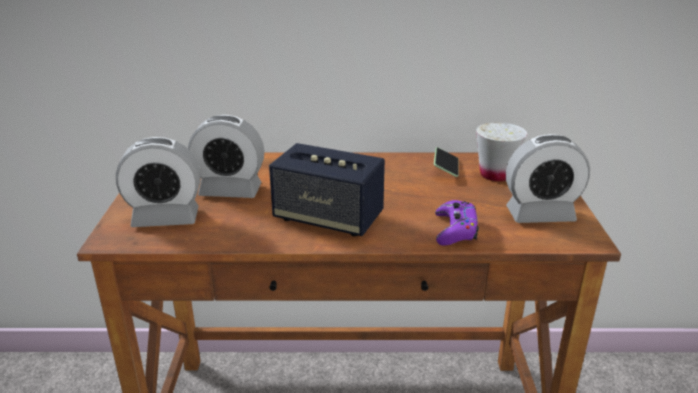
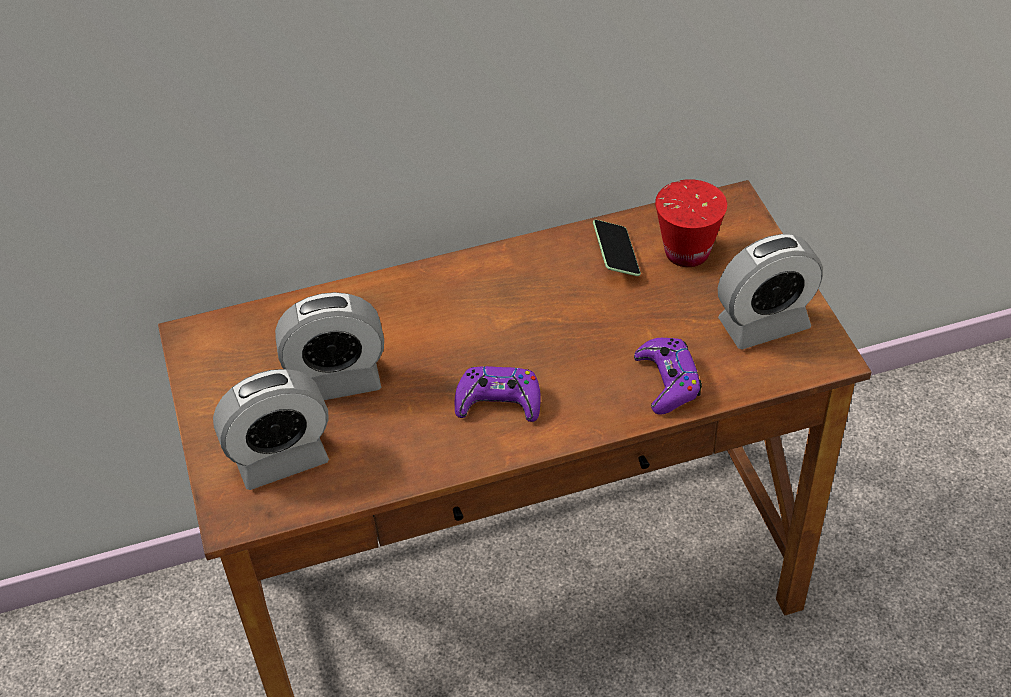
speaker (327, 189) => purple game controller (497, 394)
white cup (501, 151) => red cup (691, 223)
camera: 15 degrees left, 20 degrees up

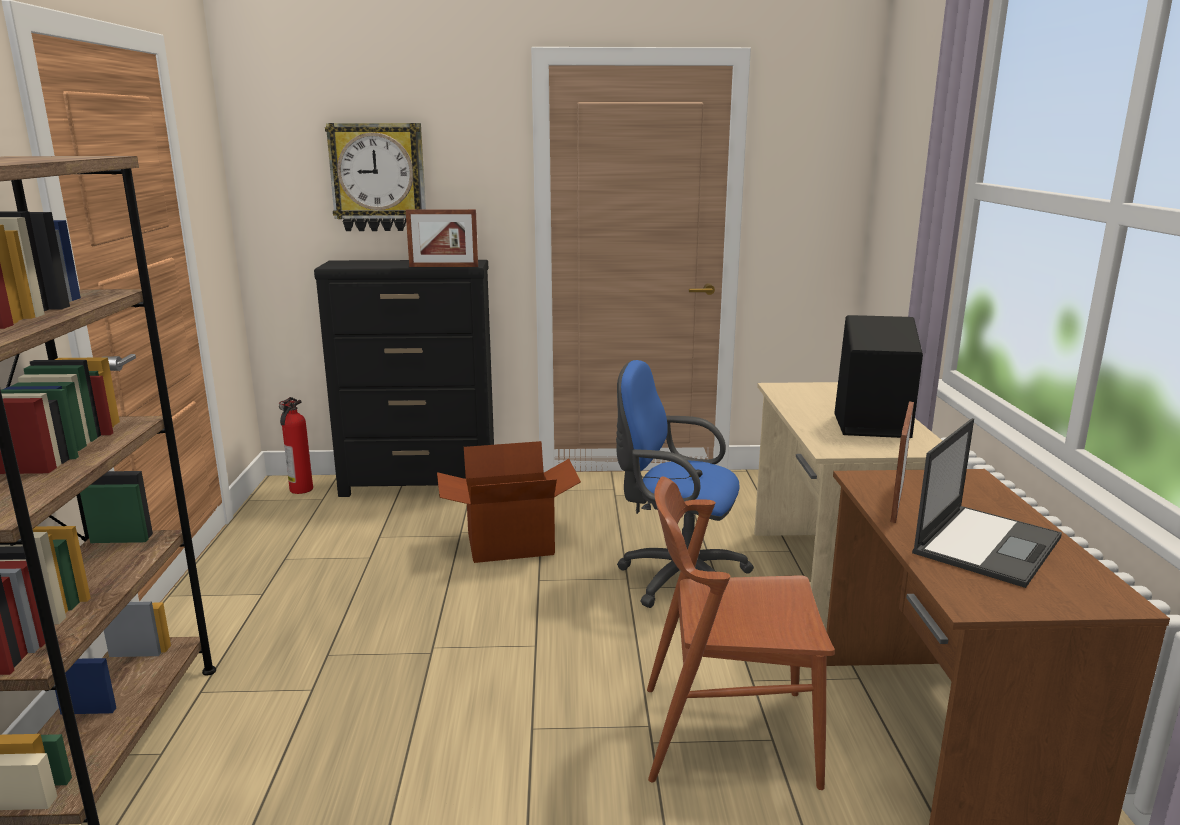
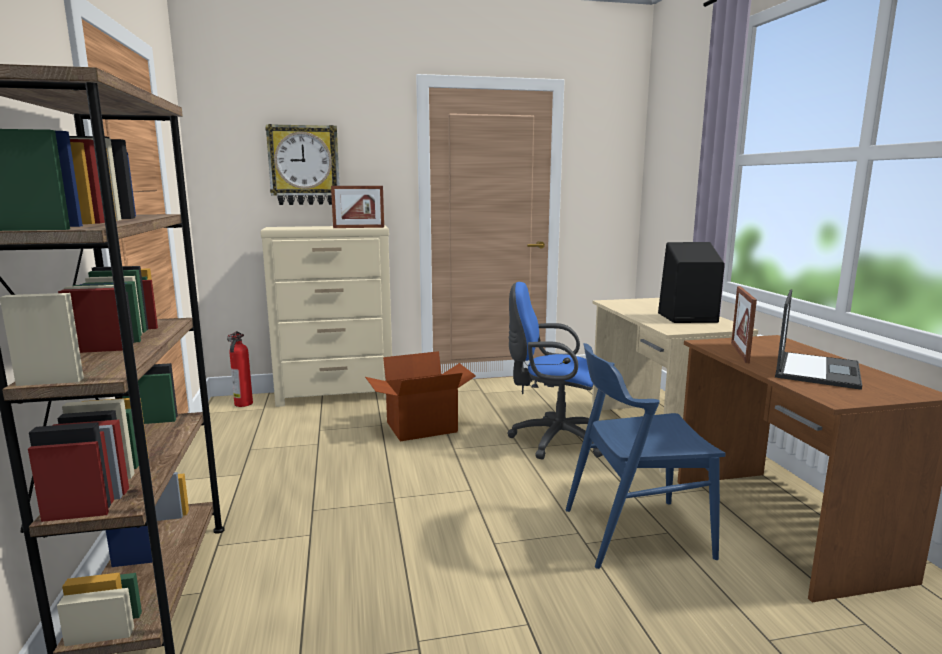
black dresser (404, 378) => beige dresser (326, 316)
brown chair (741, 633) => blue chair (646, 456)
camera: 10 degrees left, 5 degrees down

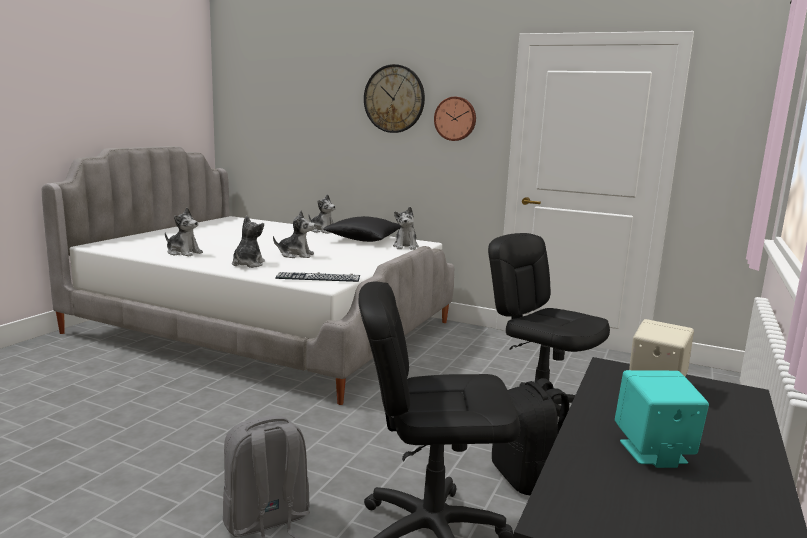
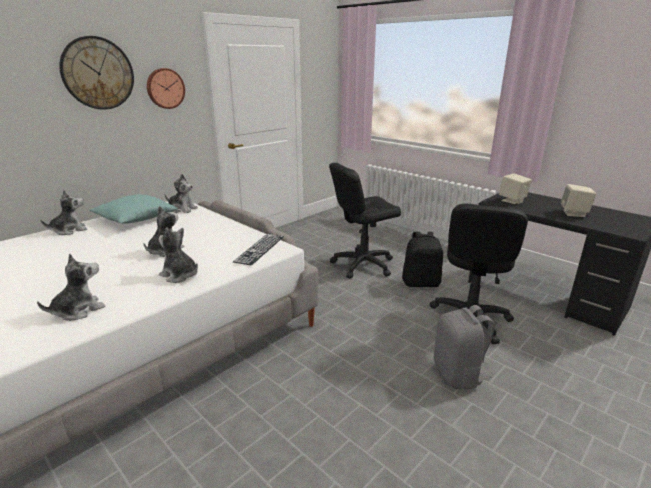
black pillow (362, 229) => turquoise pillow (133, 209)
turquoise speaker (662, 419) => beige speaker (578, 200)
camera: 70 degrees left, 10 degrees up

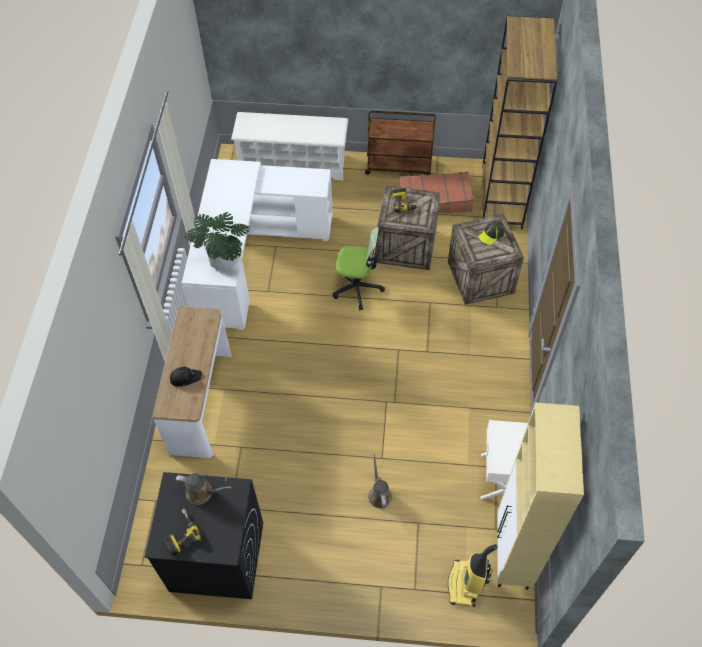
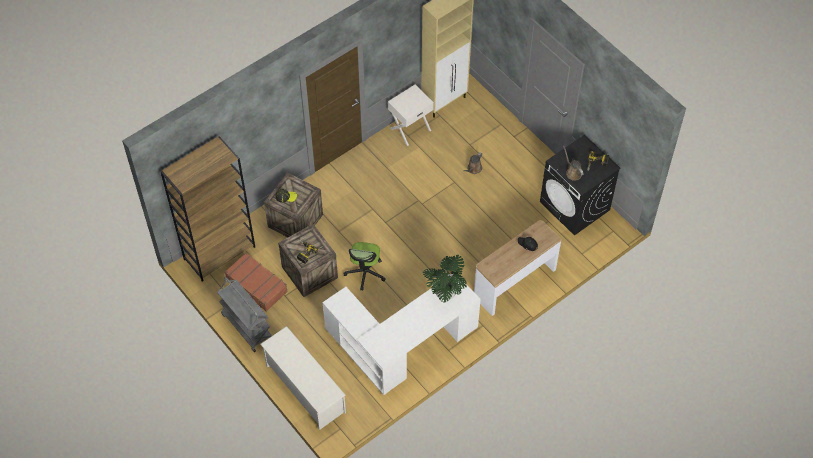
office chair (359, 268) => office chair (364, 266), 135 degrees counterclockwise
brown cart (400, 143) => grey cart (244, 314)
vacuum cleaner (473, 575) => nothing
camera: 135 degrees left, 0 degrees up

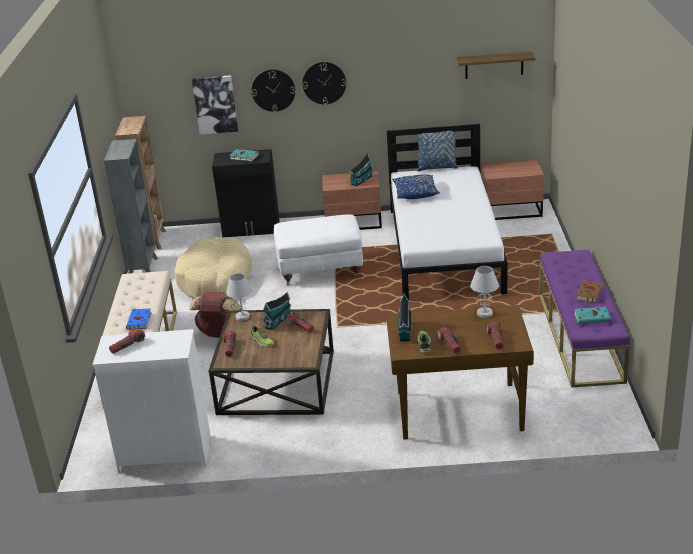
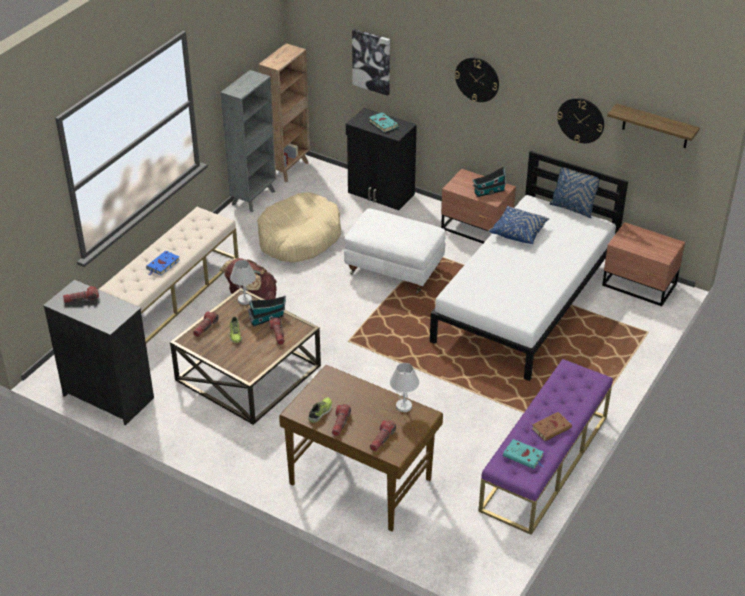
white dresser (151, 401) => black dresser (98, 353)
wall clock (273, 91) => wall clock (580, 120), relocated
toy house (405, 317) => nothing
camera: 30 degrees right, 10 degrees up

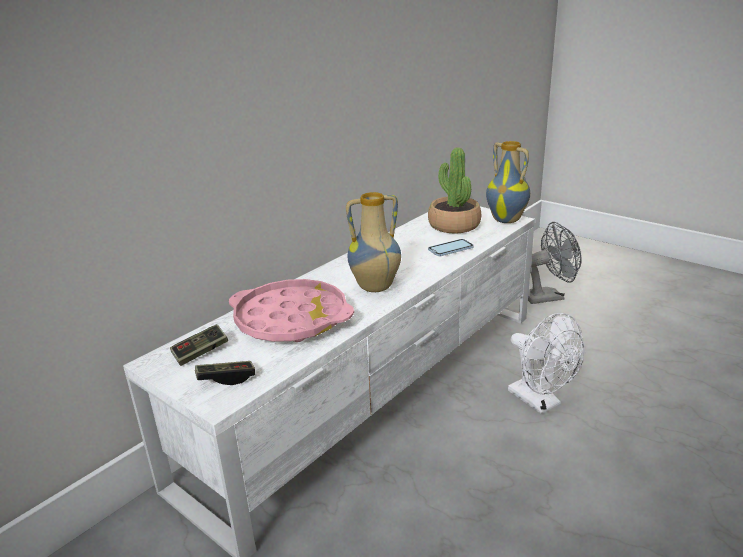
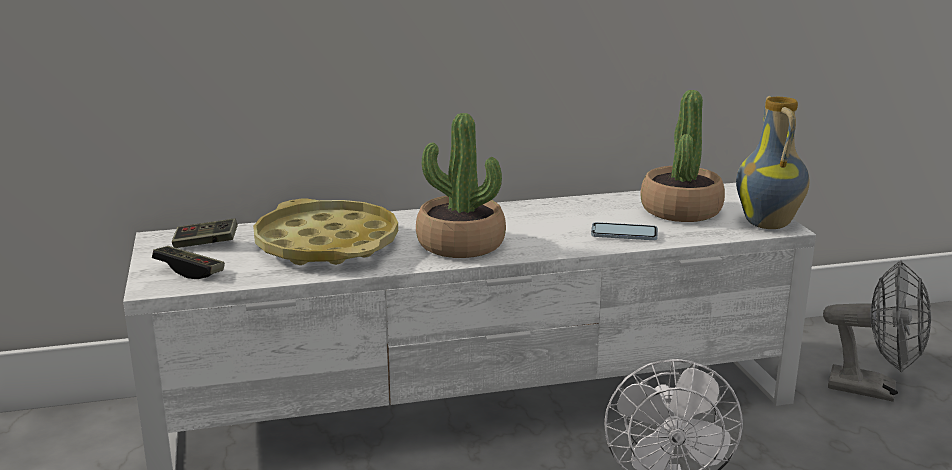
pink tray (291, 310) => yellow tray (325, 232)
vase (373, 242) => potted plant (461, 185)
camera: 35 degrees right, 5 degrees down

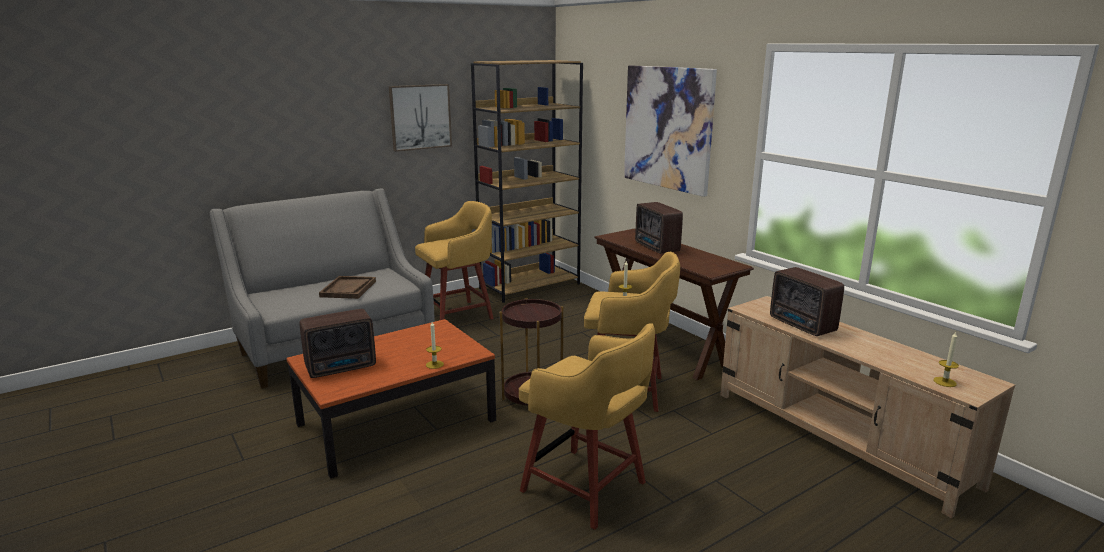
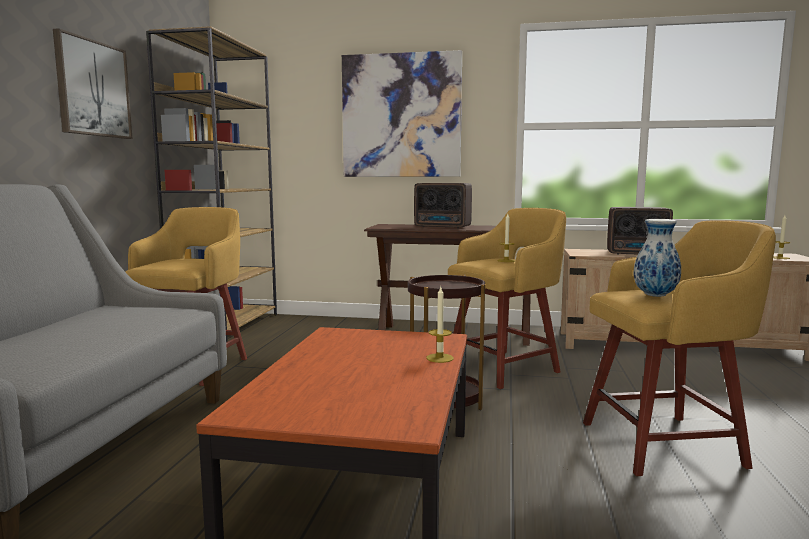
radio (337, 343) => nothing
brown tray (347, 287) => nothing
nothing => vase (657, 258)
camera: 45 degrees left, 10 degrees down

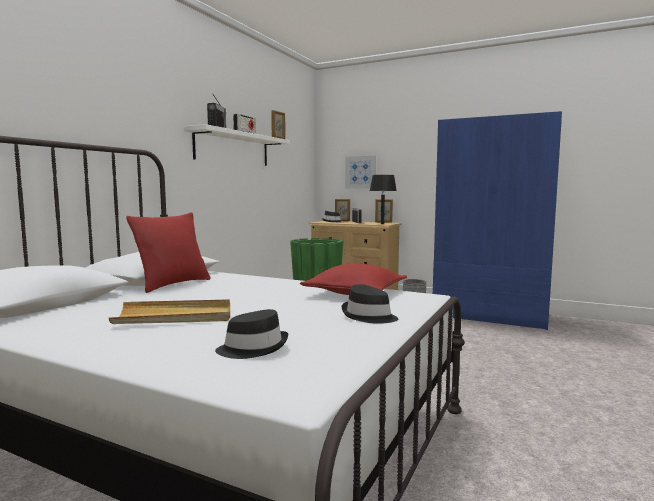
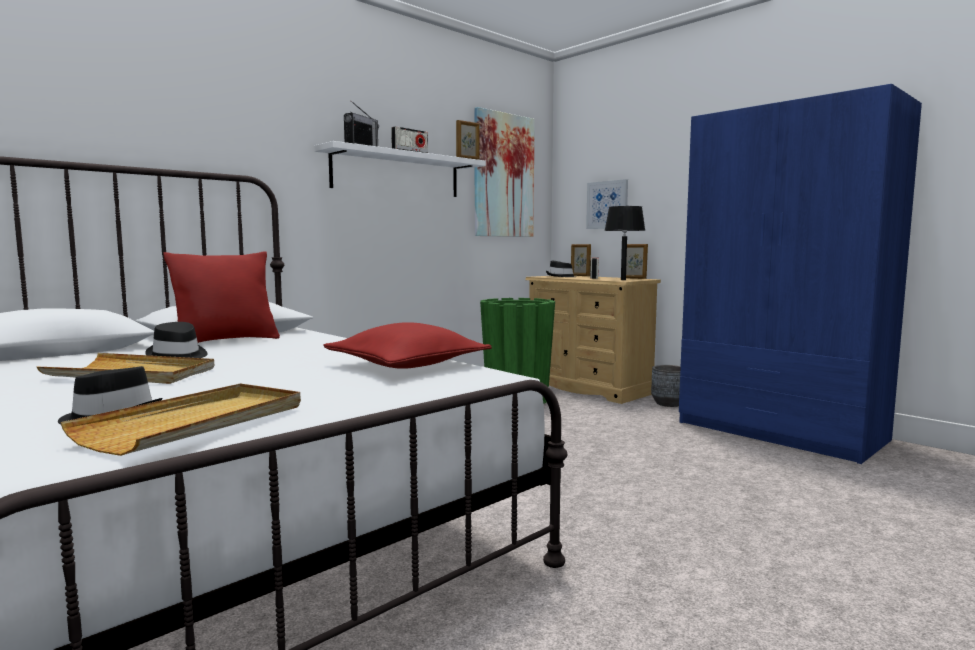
black hat (370, 304) => black hat (176, 340), relocated
nothing => beige tray (180, 420)
nothing => picture (504, 172)
camera: 20 degrees right, 0 degrees up

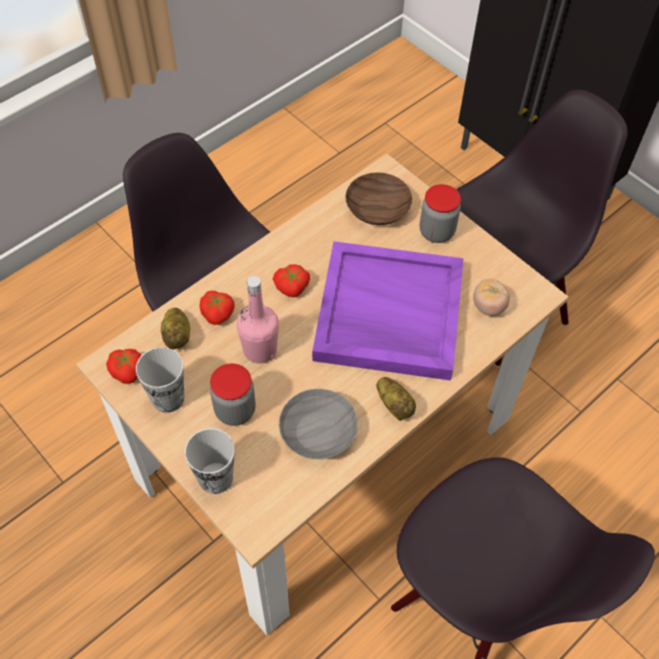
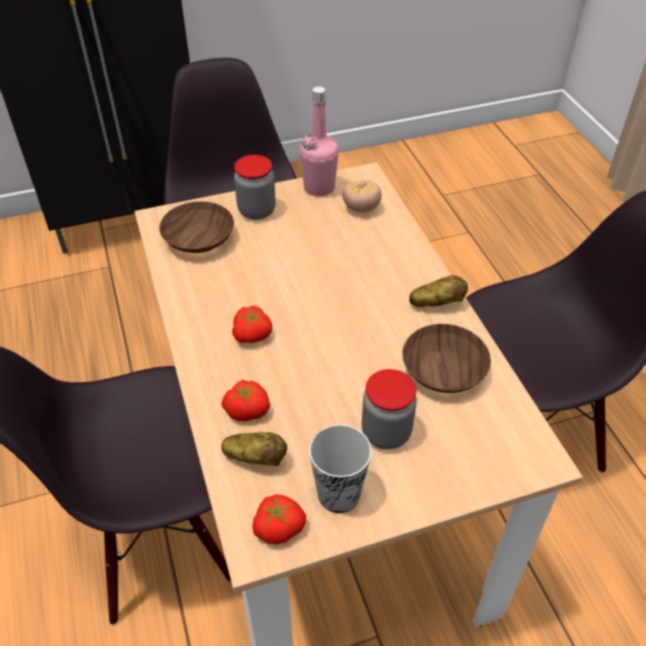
cup (210, 461) => nothing
pink bottle (257, 320) => pink bottle (319, 141), relocated
grey bowl (318, 424) => brown bowl (446, 358)
purple tray (388, 311) => nothing
camera: 65 degrees left, 10 degrees down

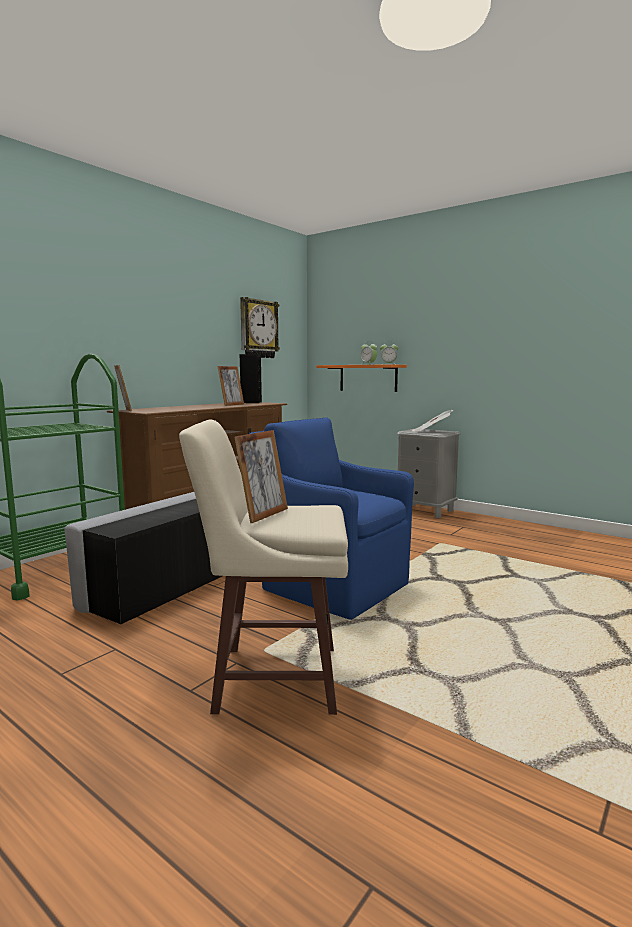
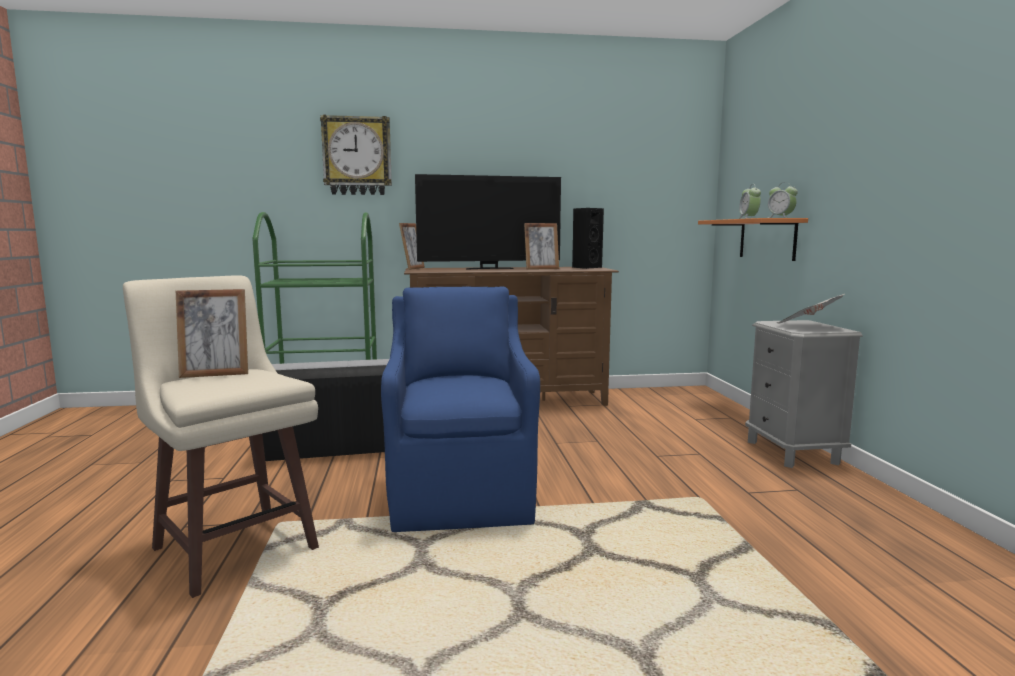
wall clock (260, 327) => wall clock (356, 155), relocated
nothing => television (488, 222)
camera: 45 degrees right, 0 degrees up

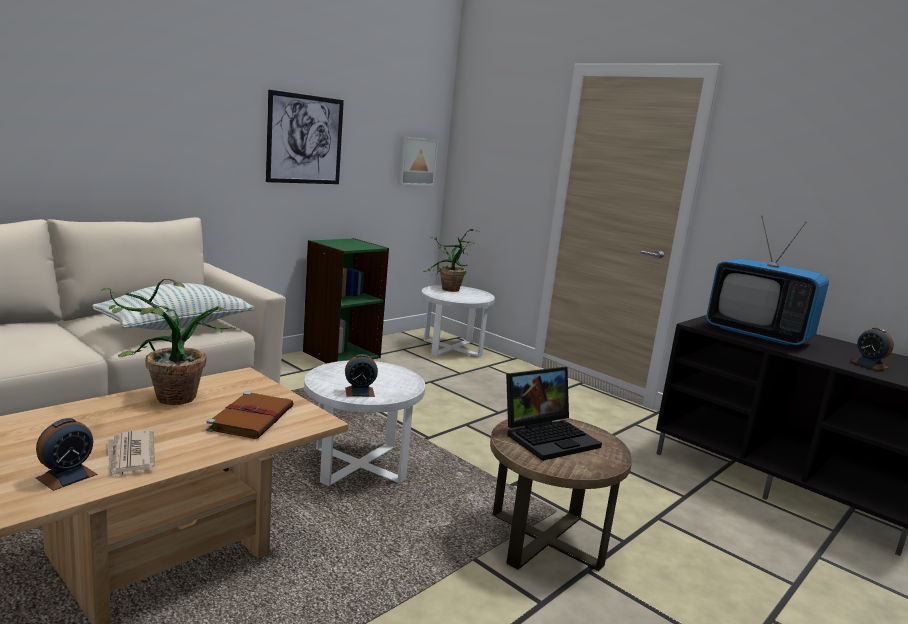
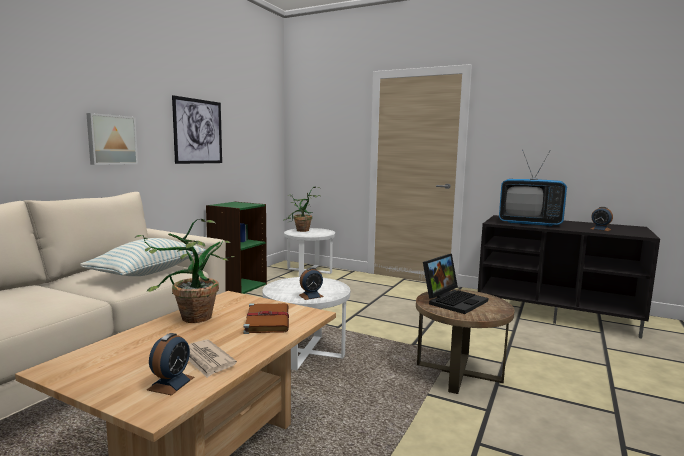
picture (417, 161) => picture (112, 139), relocated
camera: 15 degrees left, 5 degrees down

